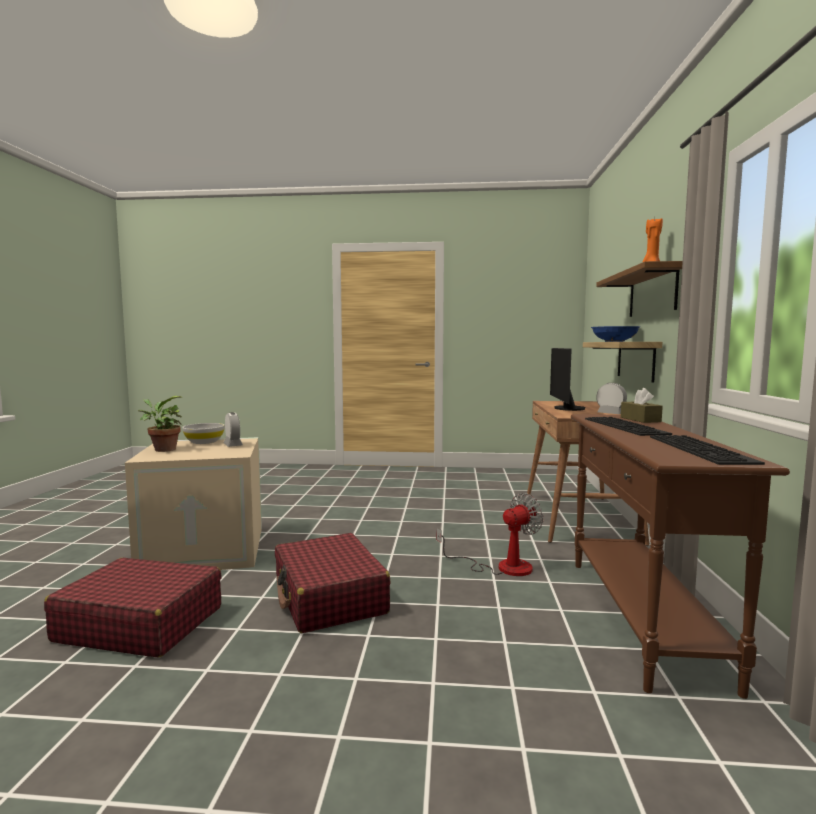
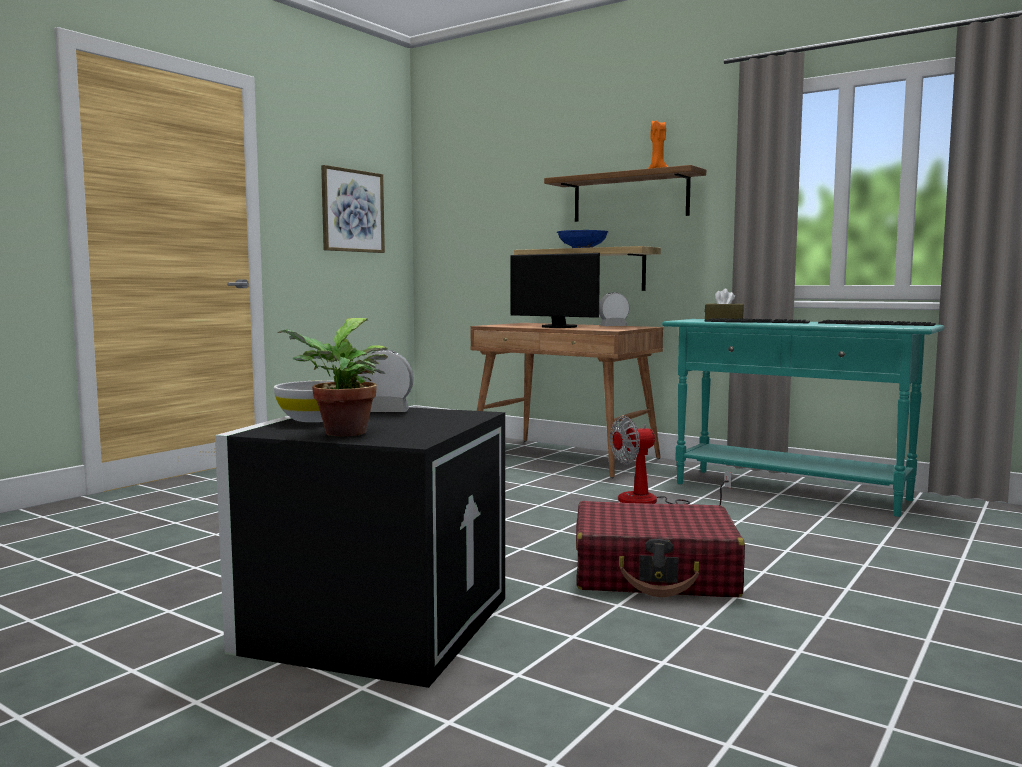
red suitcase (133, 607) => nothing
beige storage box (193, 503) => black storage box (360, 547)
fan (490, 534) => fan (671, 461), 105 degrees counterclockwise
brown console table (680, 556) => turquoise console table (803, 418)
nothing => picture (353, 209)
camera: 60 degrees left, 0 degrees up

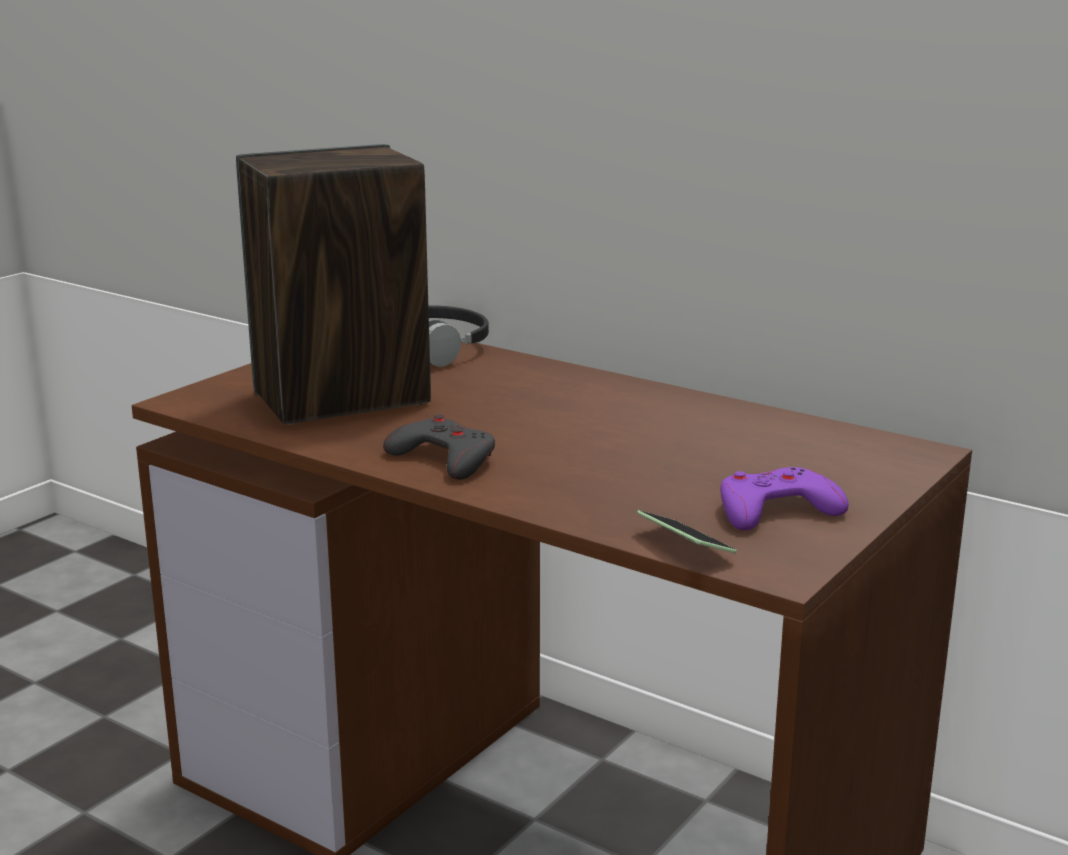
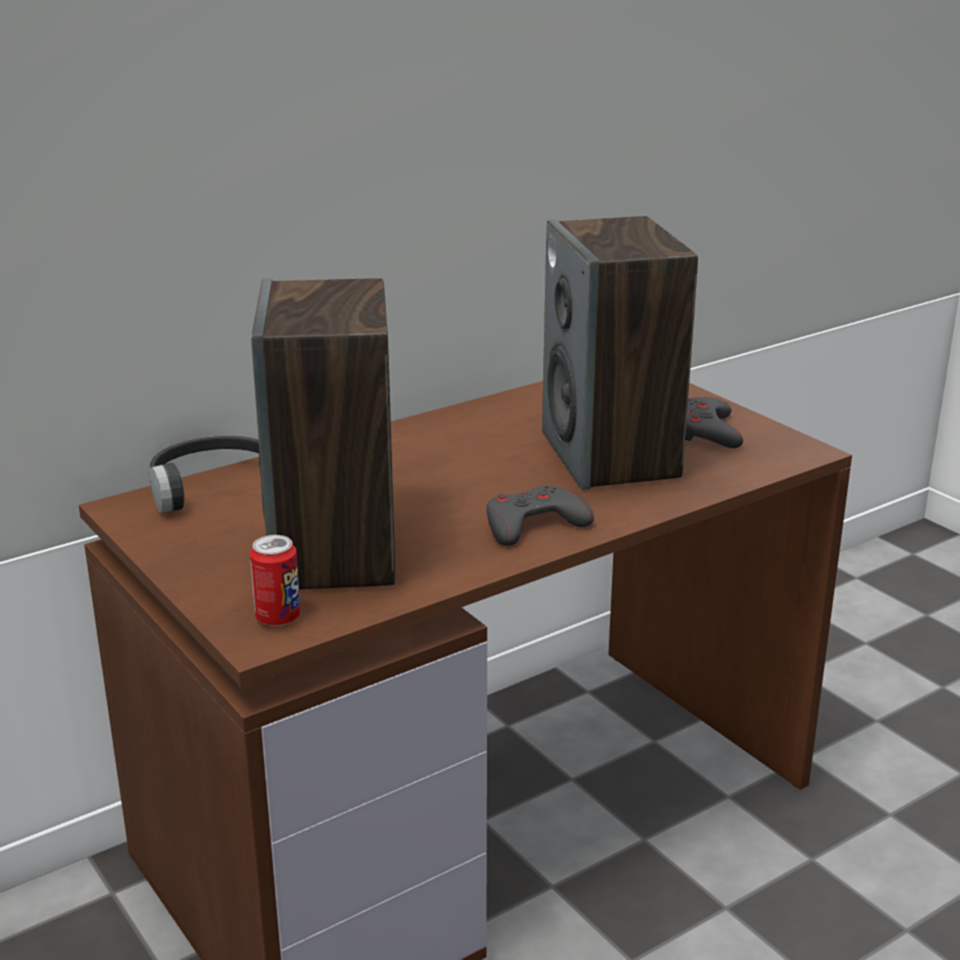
phone (687, 531) => nothing
purple game controller (784, 498) => grey game controller (714, 422)
nothing => can (275, 580)
nothing => speaker (620, 353)
camera: 70 degrees left, 5 degrees up

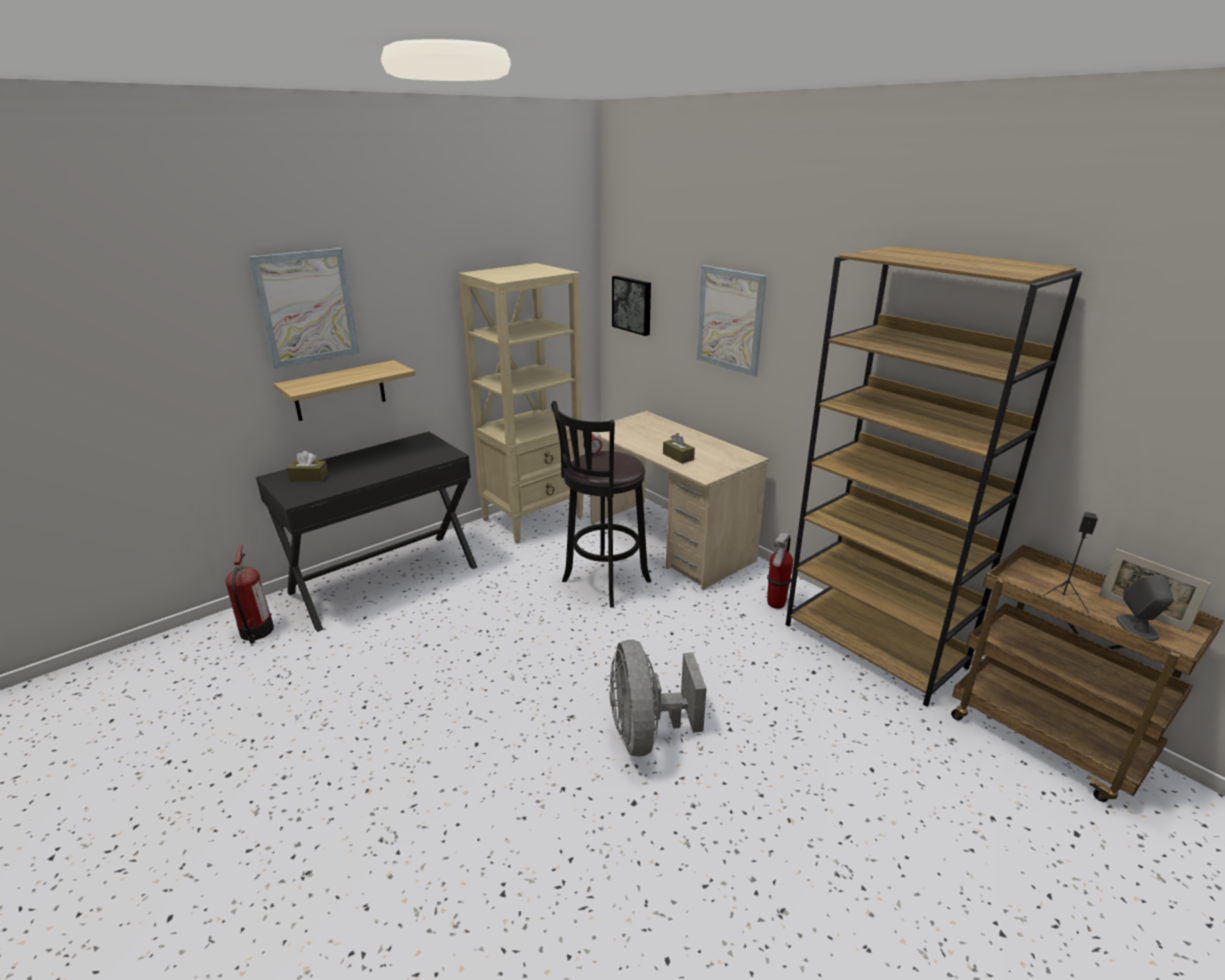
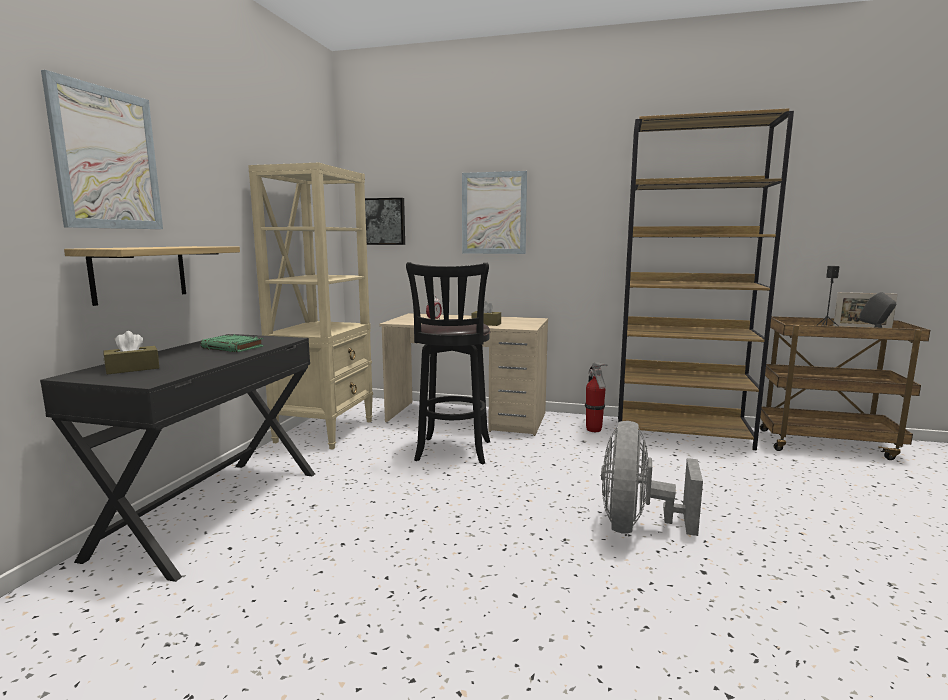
fire extinguisher (249, 594) => nothing
grey fan (658, 698) => grey fan (652, 478), 60 degrees clockwise
nothing => green book (232, 343)
camera: 35 degrees left, 15 degrees down

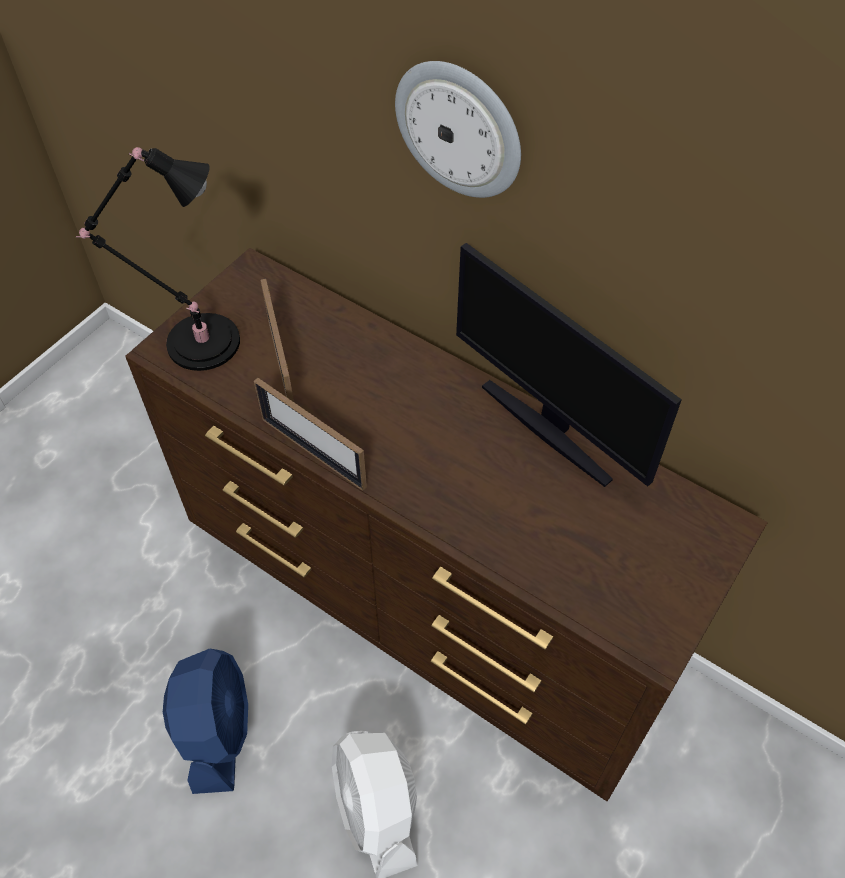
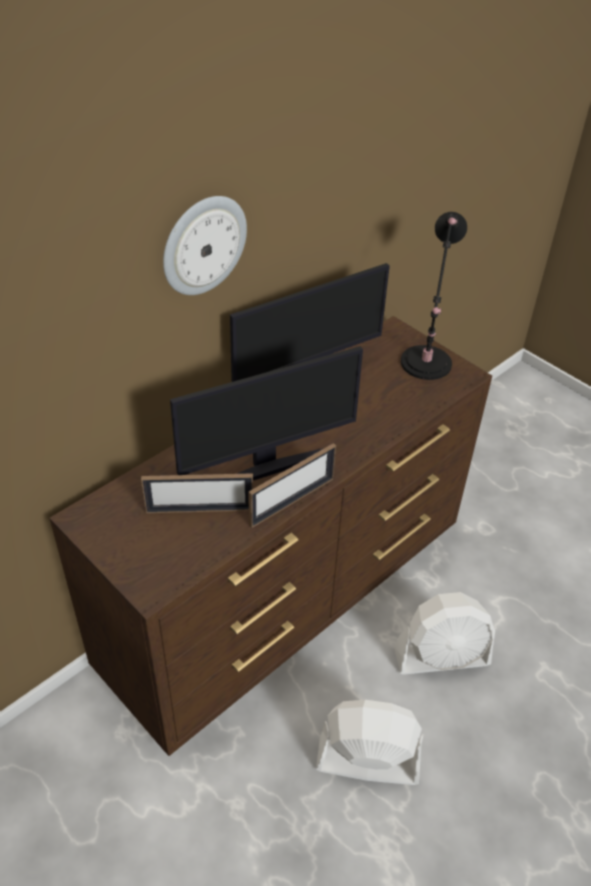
black table lamp (158, 259) => black table lamp (434, 296), relocated
blue fan (205, 721) => white fan (370, 742)
nothing => monitor (266, 413)
camera: 80 degrees left, 10 degrees down

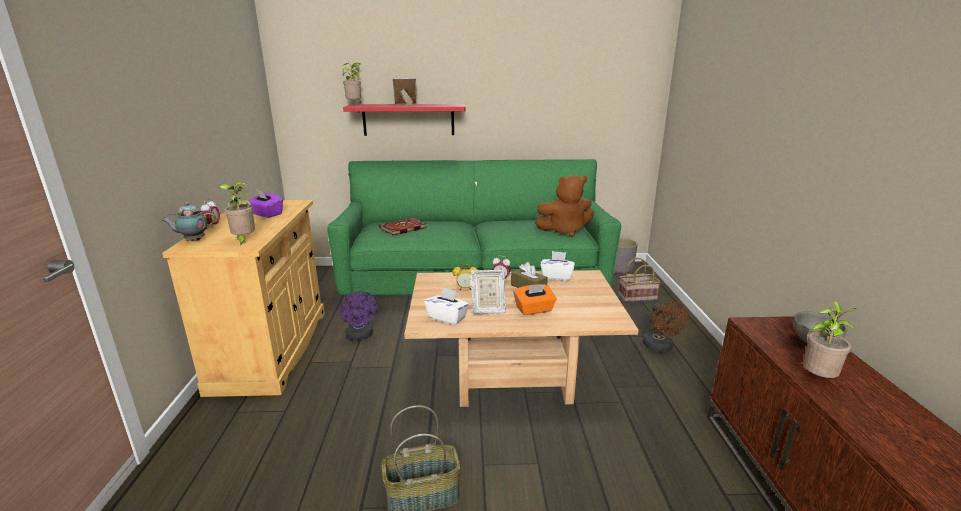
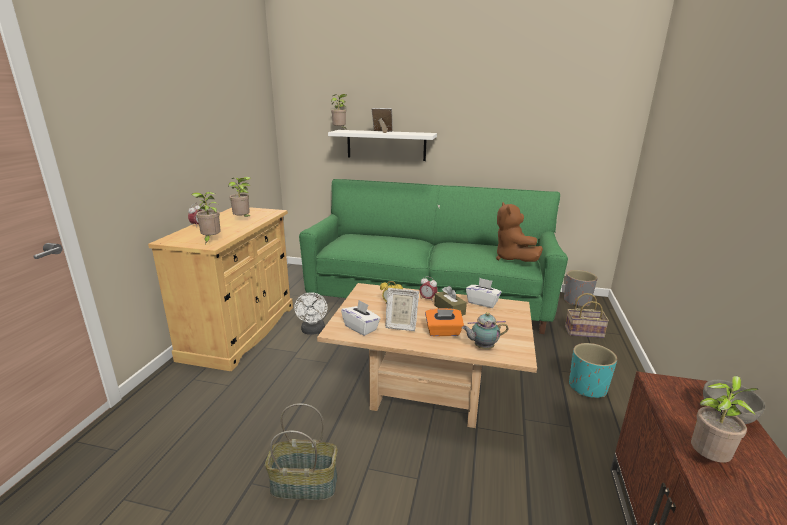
teapot (189, 221) => teapot (485, 330), relocated
purple tissue box (265, 204) => potted plant (239, 197)
purple fan (359, 316) => white fan (311, 313)
red shelf (404, 120) => white shelf (382, 145)
book (403, 226) => nothing
brown plush toy (564, 206) => brown plush toy (519, 232), 75 degrees clockwise
brown fan (666, 327) => turquoise planter (593, 370)
camera: 15 degrees right, 0 degrees up

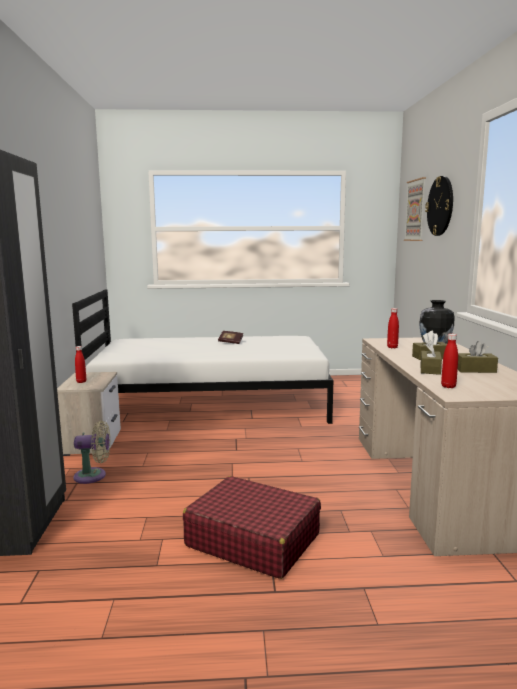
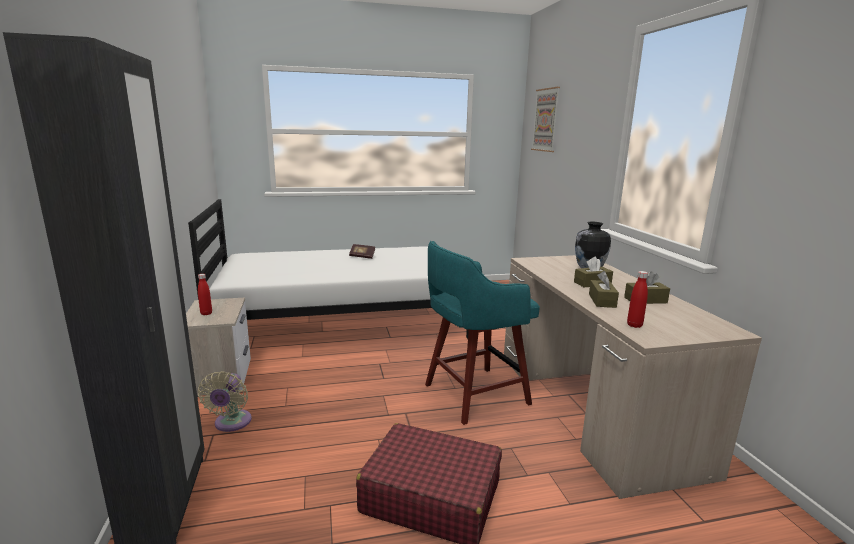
beige fan (91, 452) => beige fan (225, 401), 105 degrees clockwise
red bottle (393, 328) => nothing
wall clock (439, 206) => nothing
nothing => turquoise stool (482, 333)
camera: 10 degrees left, 5 degrees up

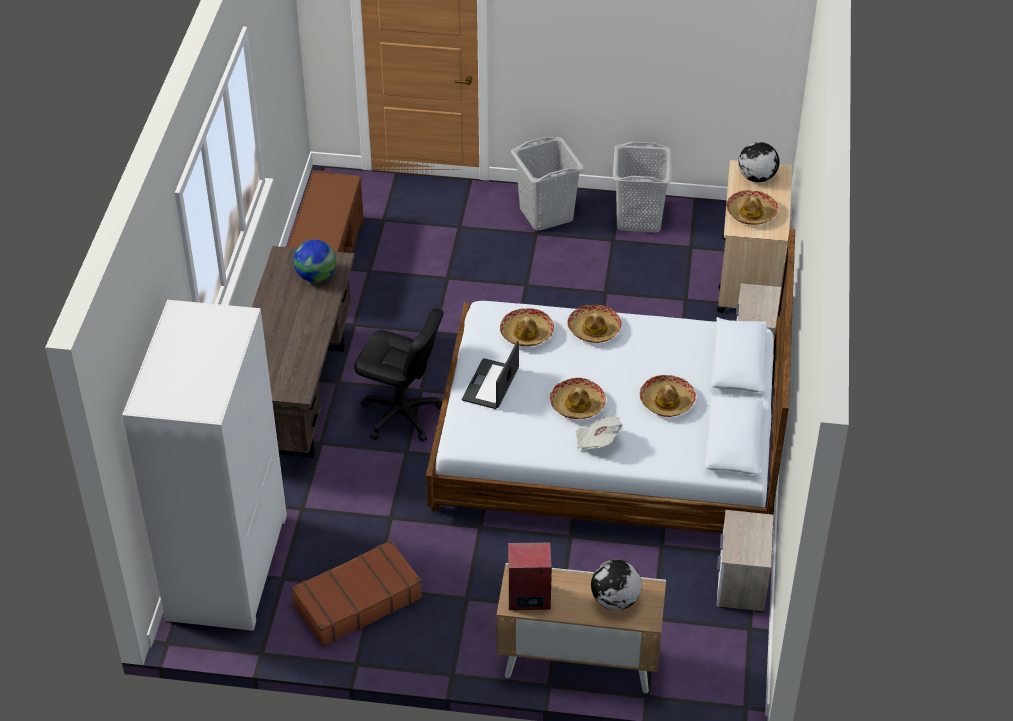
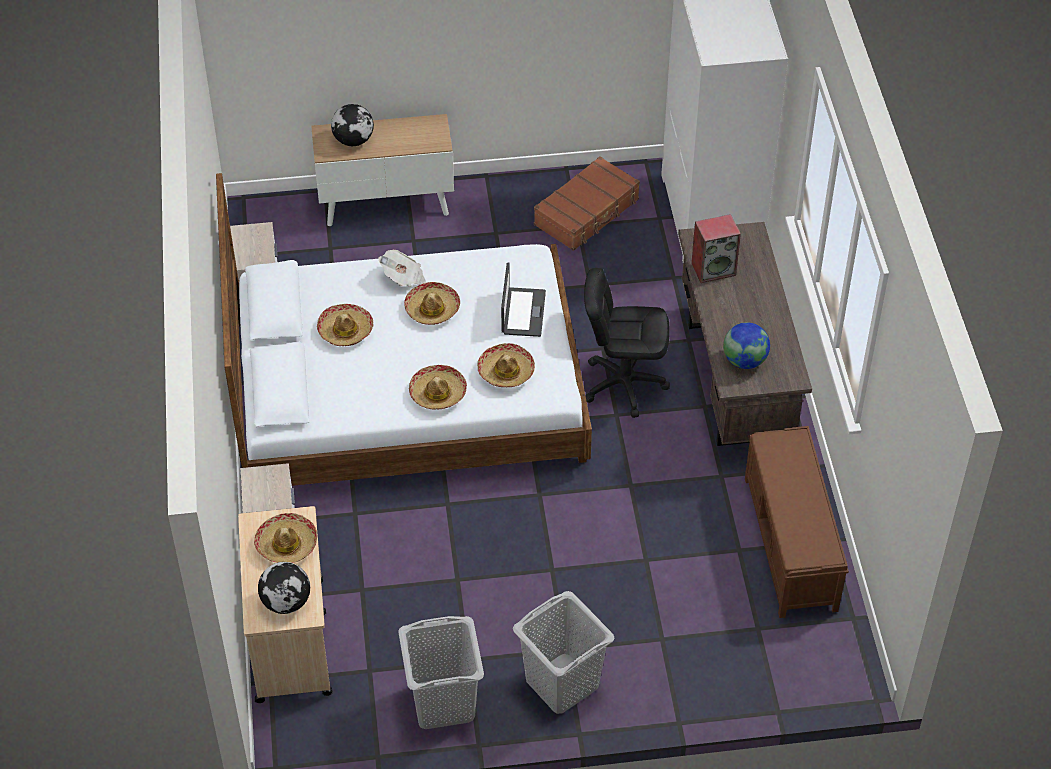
speaker (530, 576) => speaker (716, 248), relocated
camera: 165 degrees right, 5 degrees up

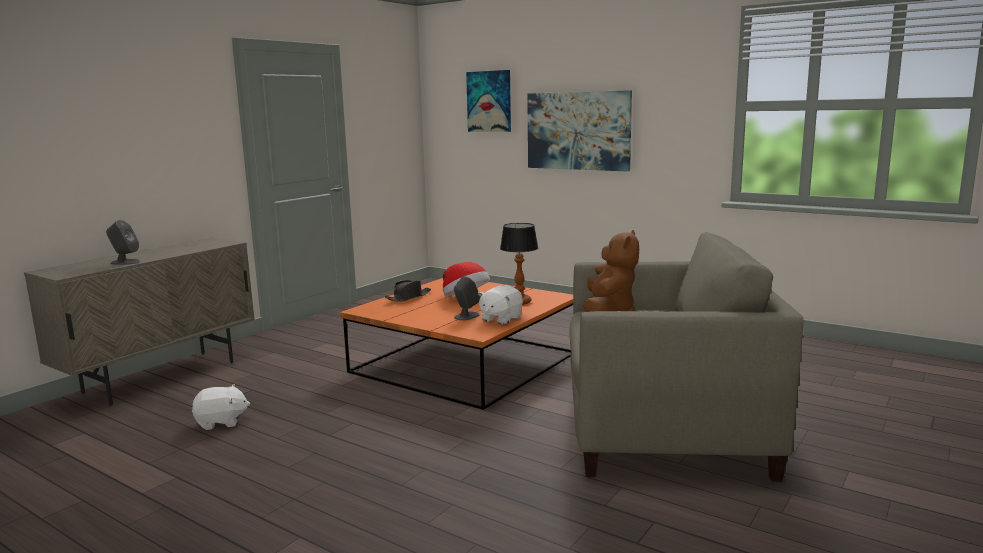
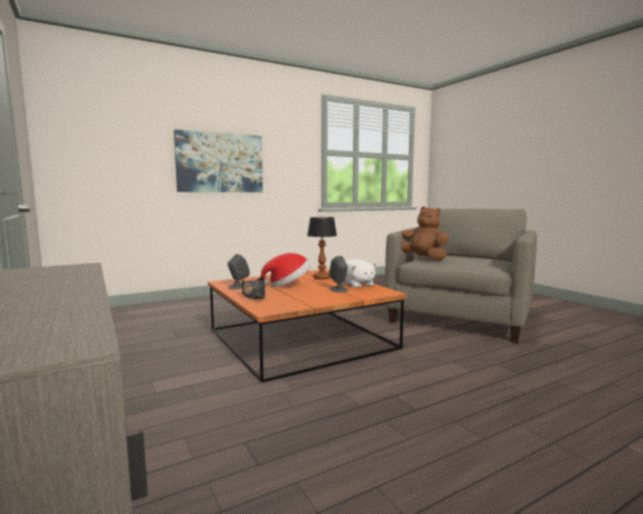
grey speaker (123, 242) => grey speaker (238, 271), relocated
white plush toy (221, 407) => nothing
picture (488, 101) => nothing
camera: 65 degrees left, 5 degrees down

